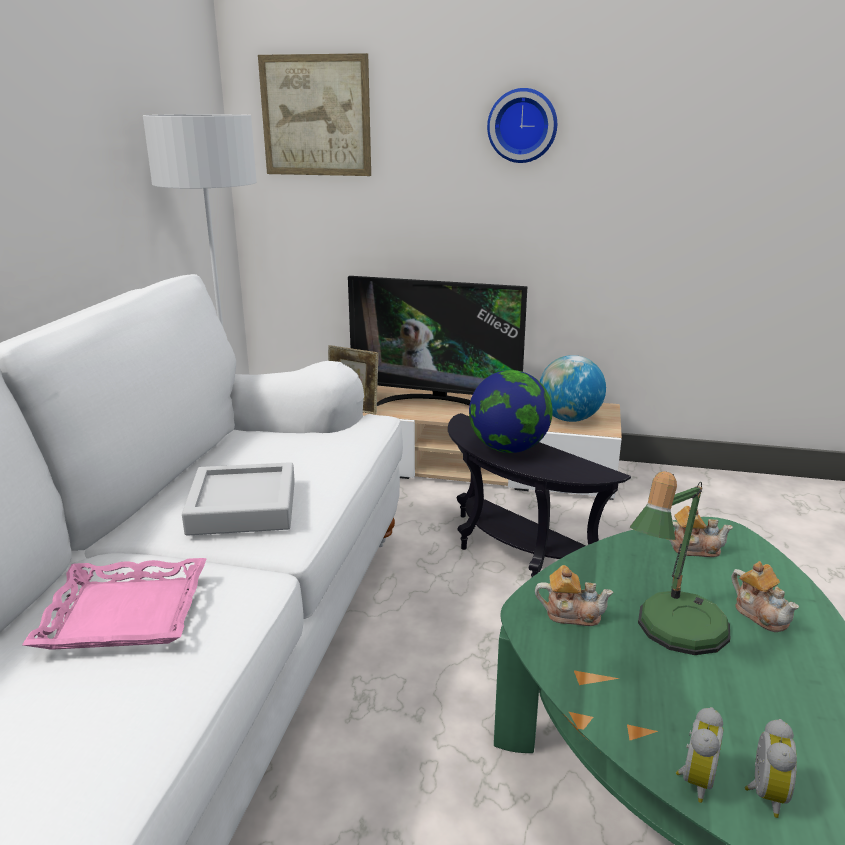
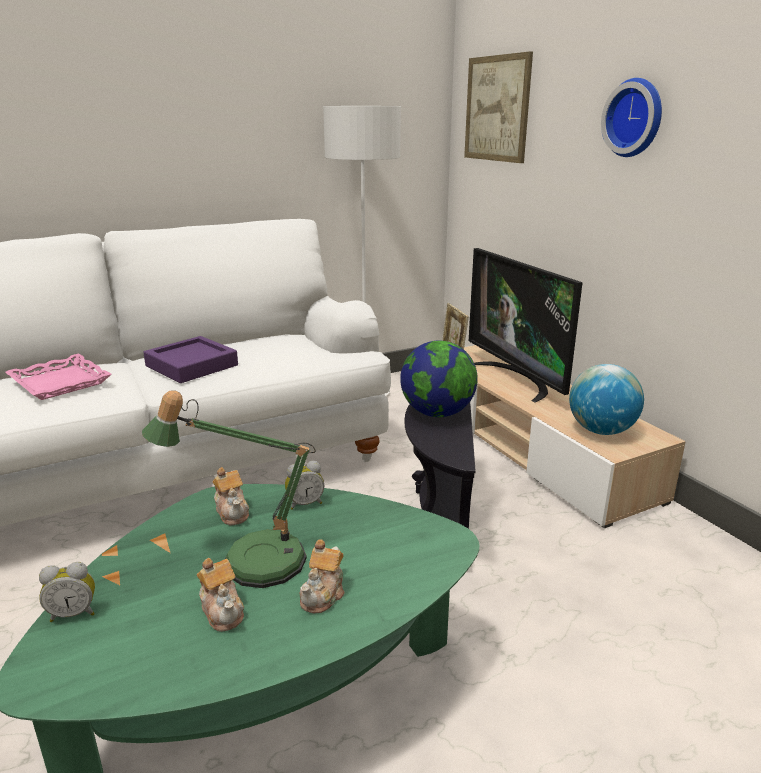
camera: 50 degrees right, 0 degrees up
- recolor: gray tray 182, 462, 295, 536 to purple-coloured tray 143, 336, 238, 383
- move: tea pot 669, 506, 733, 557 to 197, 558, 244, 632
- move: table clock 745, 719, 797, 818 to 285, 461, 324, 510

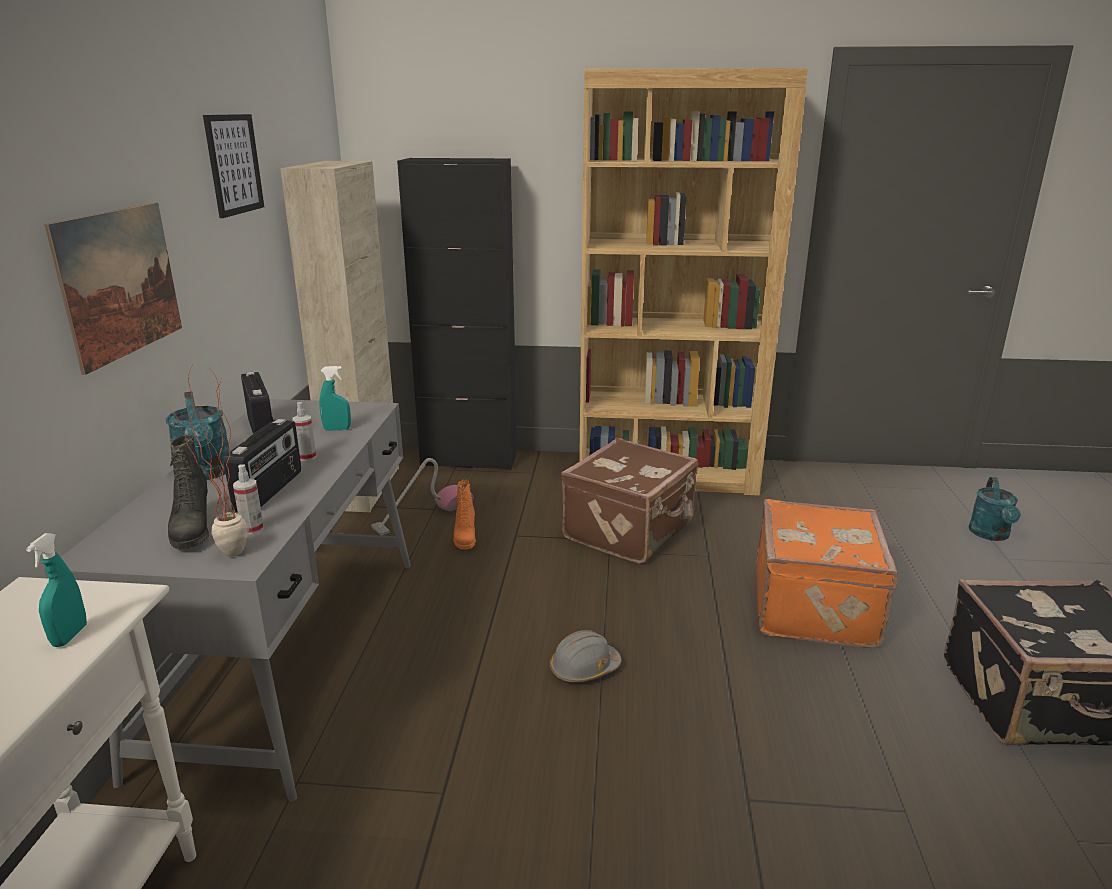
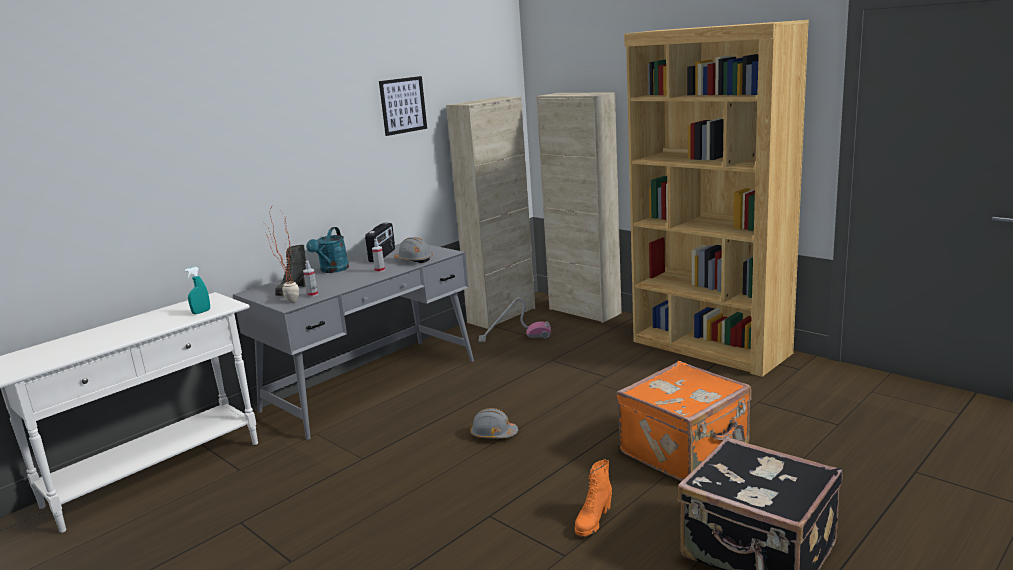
camera: 40 degrees right, 5 degrees down
- replace: blue-green spray bottle 319, 366, 351, 431 to gray safety helmet 394, 237, 433, 263
- recolor: black-coloured cupboard 397, 158, 517, 470 to sand-coloured cupboard 536, 92, 622, 323
- move: orangey boot 453, 480, 476, 550 to 575, 459, 612, 536
- delete: wall picture 44, 203, 182, 375
- delete: radio 223, 419, 301, 512
- delete: brownish piece of luggage 561, 438, 698, 564
- delete: blue-green watering pot 969, 477, 1021, 541

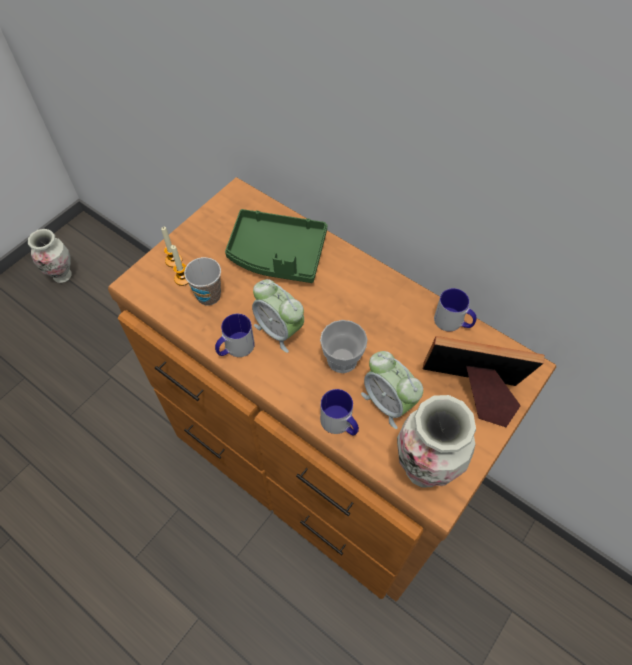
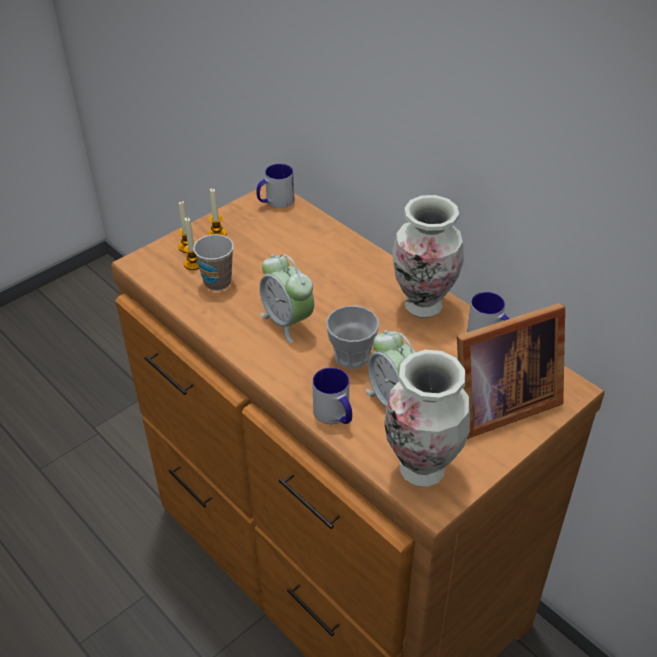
camera: 10 degrees right, 15 degrees down
- insert: wax candle 208, 188, 227, 236
- move: tea mug 215, 314, 255, 357 to 256, 164, 294, 208
- move: vase 28, 229, 72, 283 to 392, 195, 464, 318
- rotate: photo frame 423, 336, 545, 427 = 457, 303, 565, 439 135 degrees clockwise
- delete: greenish tray 225, 209, 327, 283

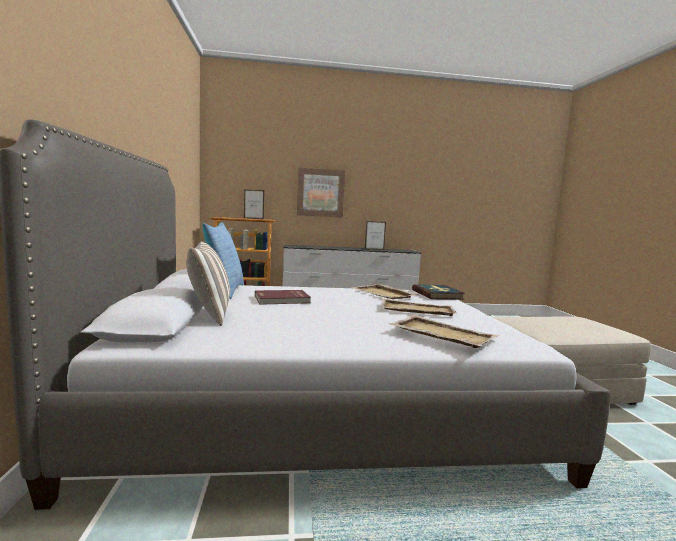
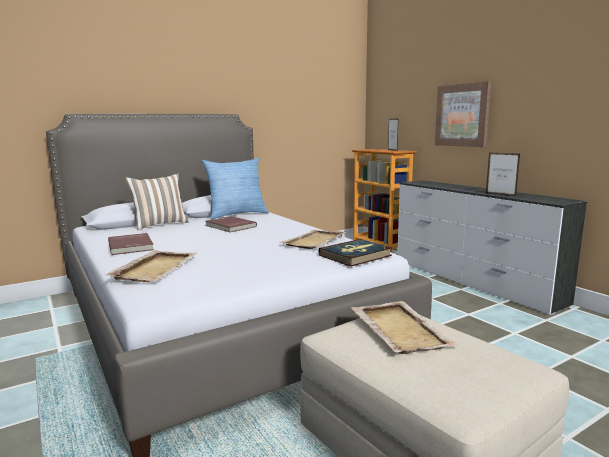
camera: 65 degrees right, 5 degrees up
- insert: reddish book 108, 233, 154, 255
- move: sand-coloured tray 380, 298, 457, 316 to 351, 301, 459, 354

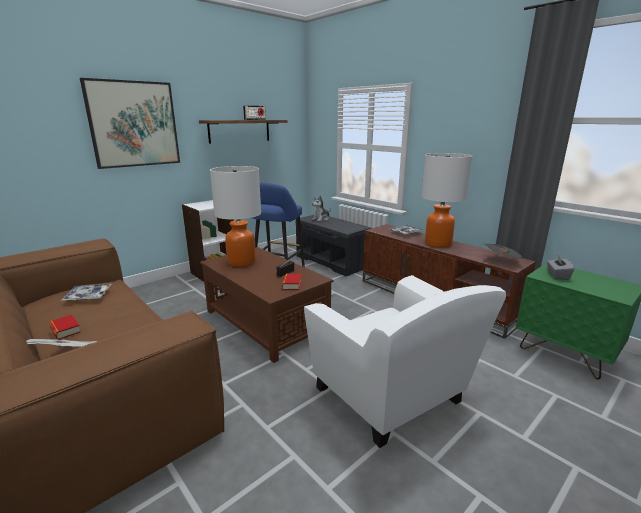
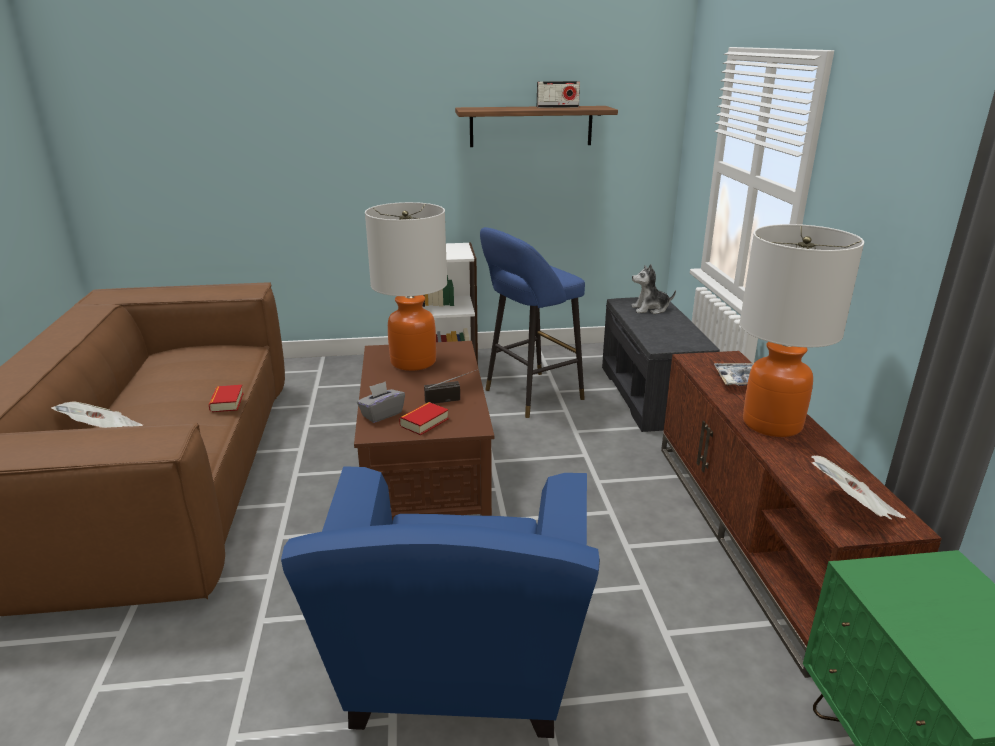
camera: 35 degrees right, 5 degrees up
- move: book 49, 315, 81, 339 to 209, 385, 244, 412
- recolor: white-coloured lounge chair 304, 275, 506, 448 to blue lounge chair 281, 466, 600, 738
- move: gray tissue holder 547, 256, 574, 280 to 357, 381, 405, 423
- delete: tray 61, 284, 111, 301
- delete: wall picture 80, 78, 180, 169

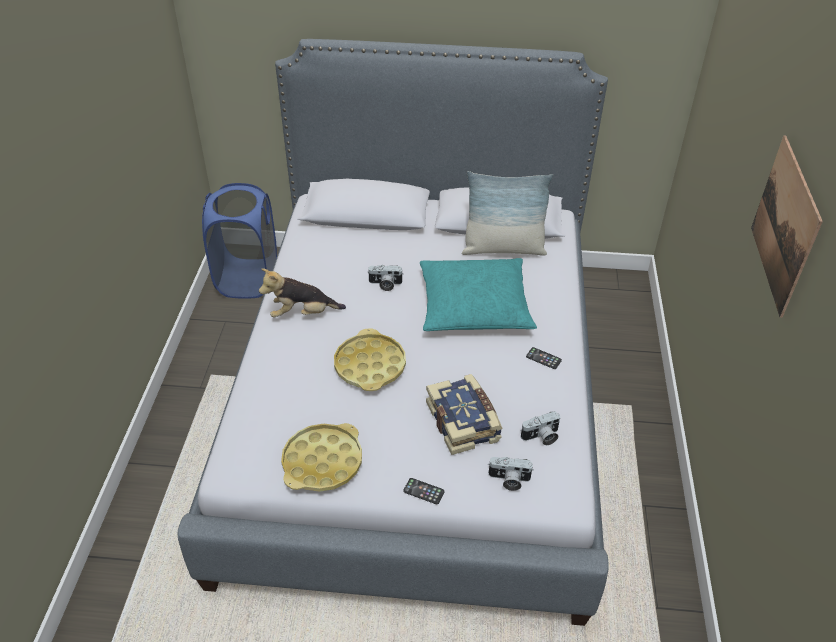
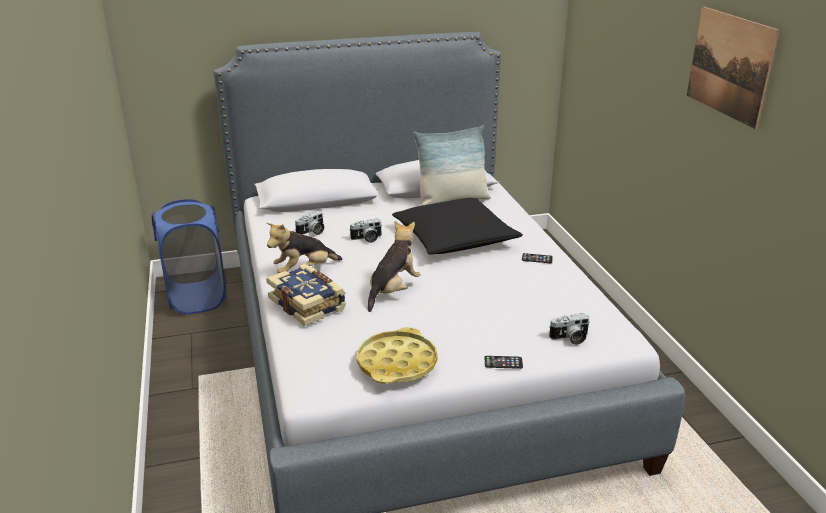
camera: 20 degrees left, 15 degrees down
- move: book 426, 374, 503, 455 to 266, 264, 346, 326
- move: still camera 521, 411, 560, 445 to 295, 211, 324, 235
- replace: yellow tray 334, 329, 406, 391 to plush toy 368, 221, 421, 312
- recolor: blue-green cushion 420, 258, 537, 331 to black-coloured cushion 392, 198, 523, 255

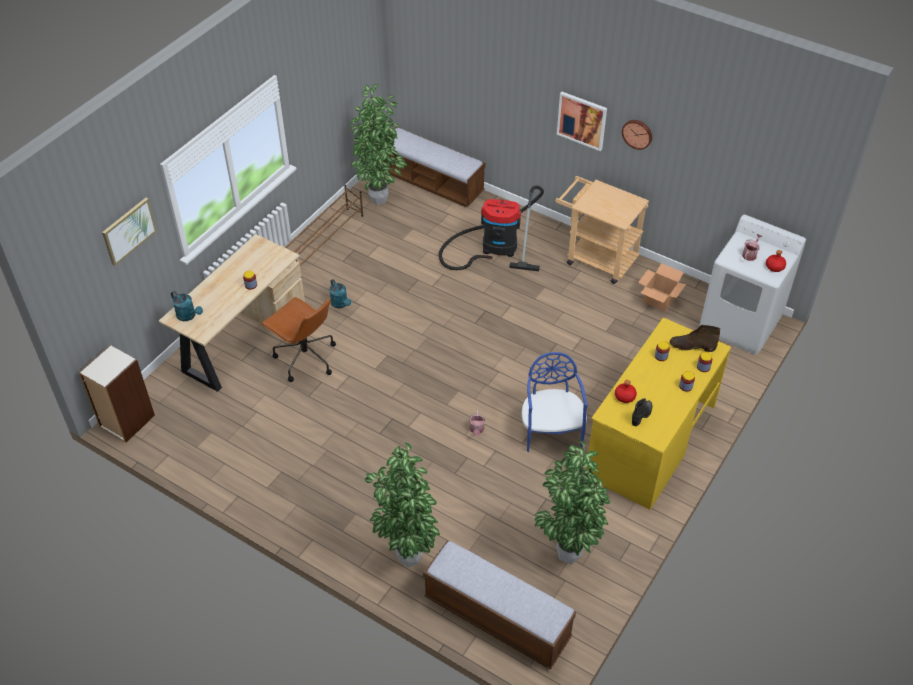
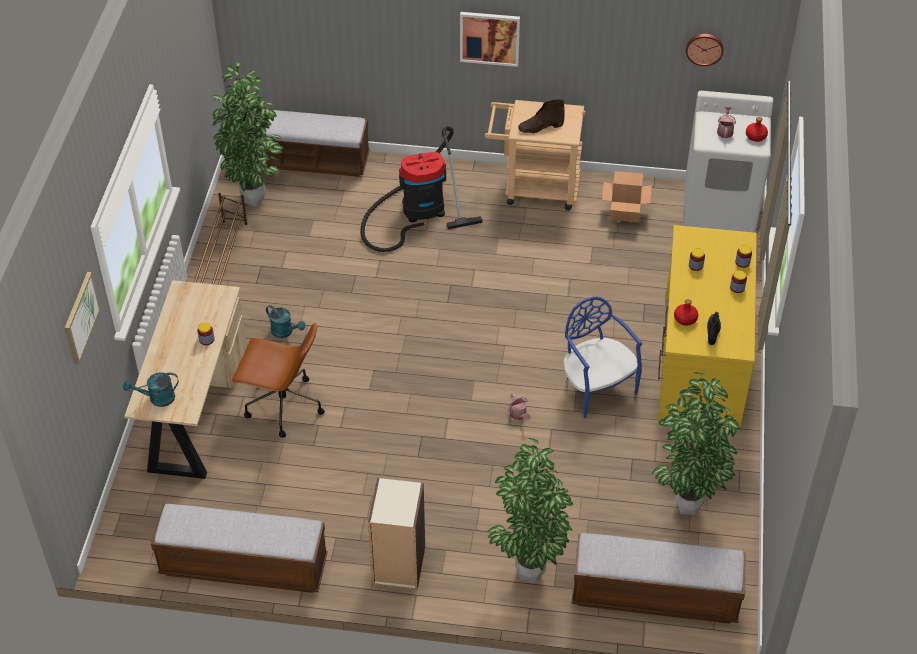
camera: 25 degrees left, 0 degrees up
- rotate: blue-green watering pot 171, 291, 203, 321 = 123, 372, 179, 407 150 degrees clockwise
- insert: bench 151, 504, 327, 593
- move: bookcase 79, 345, 155, 443 to 368, 478, 425, 590
- move: brownish boot 670, 325, 720, 352 to 518, 99, 565, 134
- move: hanging clock 622, 120, 652, 150 to 686, 34, 723, 66

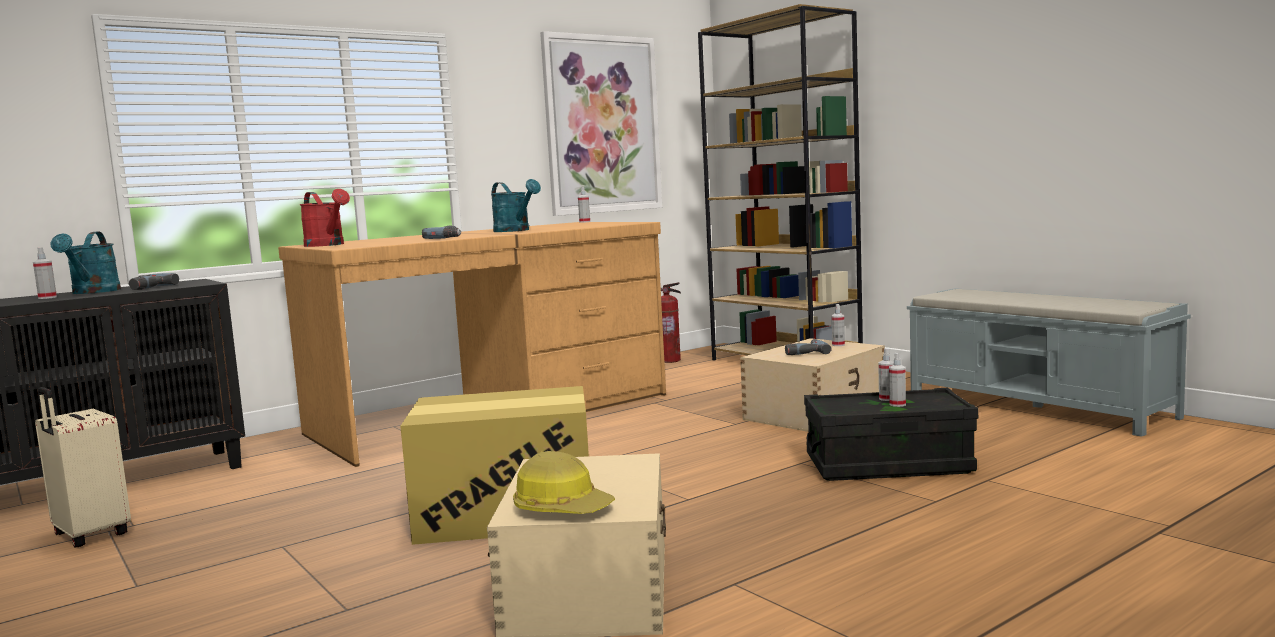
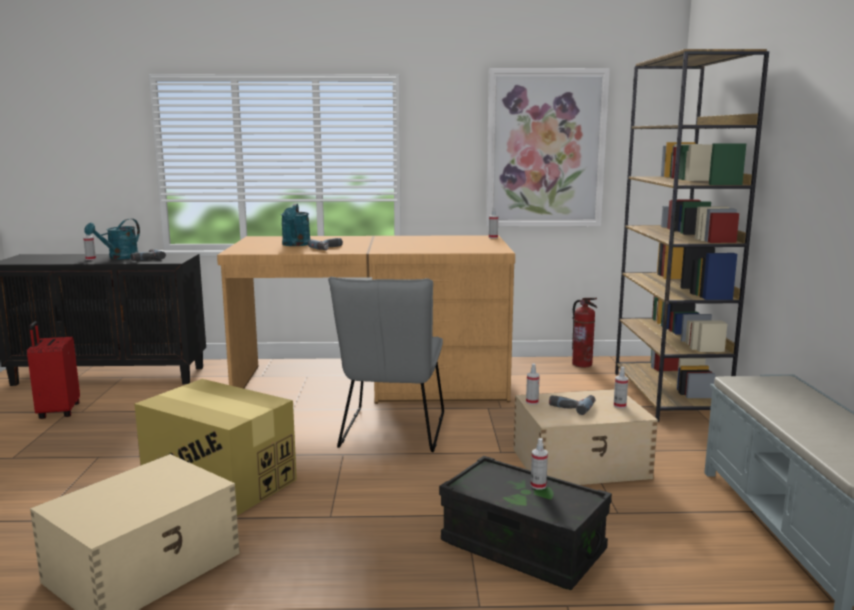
camera: 35 degrees right, 5 degrees up
- recolor: sand-coloured piece of luggage 35, 387, 131, 548 to reddish piece of luggage 27, 321, 80, 419
- move: blue-green watering pot 491, 179, 541, 232 to 281, 204, 311, 246
- insert: gray upright chair 328, 277, 444, 452
- move: spray bottle 889, 353, 906, 407 to 526, 363, 540, 405
- delete: reddish watering pot 300, 189, 350, 247
- delete: safety helmet 513, 451, 615, 514

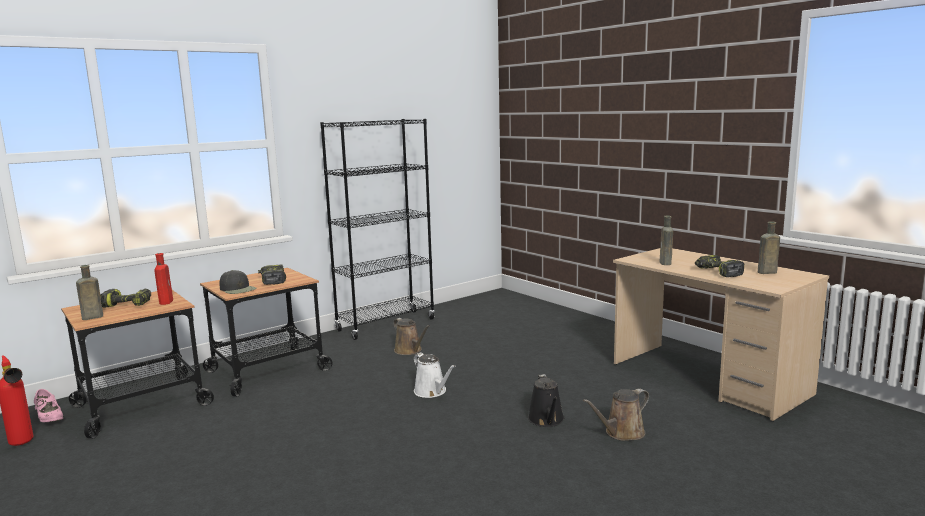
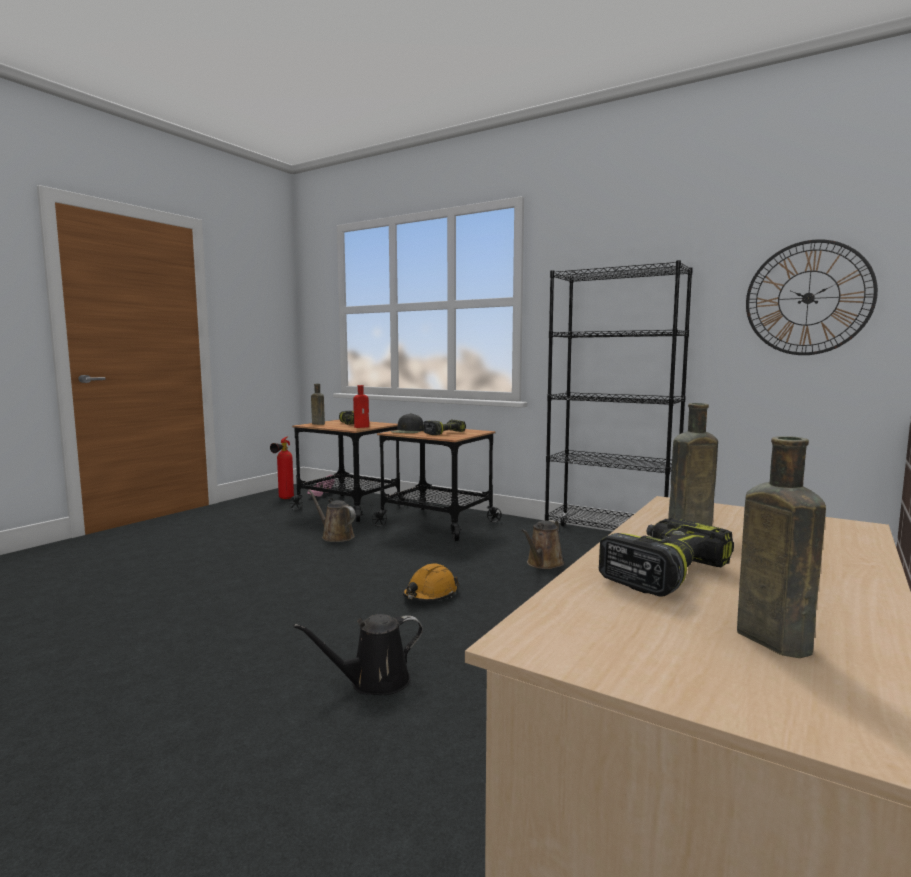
camera: 70 degrees right, 5 degrees down
- move: brownish watering pot 583, 389, 649, 441 to 309, 490, 356, 542
- replace: white-coloured watering pot 414, 352, 456, 398 to orangey safety helmet 403, 563, 459, 601
- insert: hanging clock 746, 239, 878, 355

